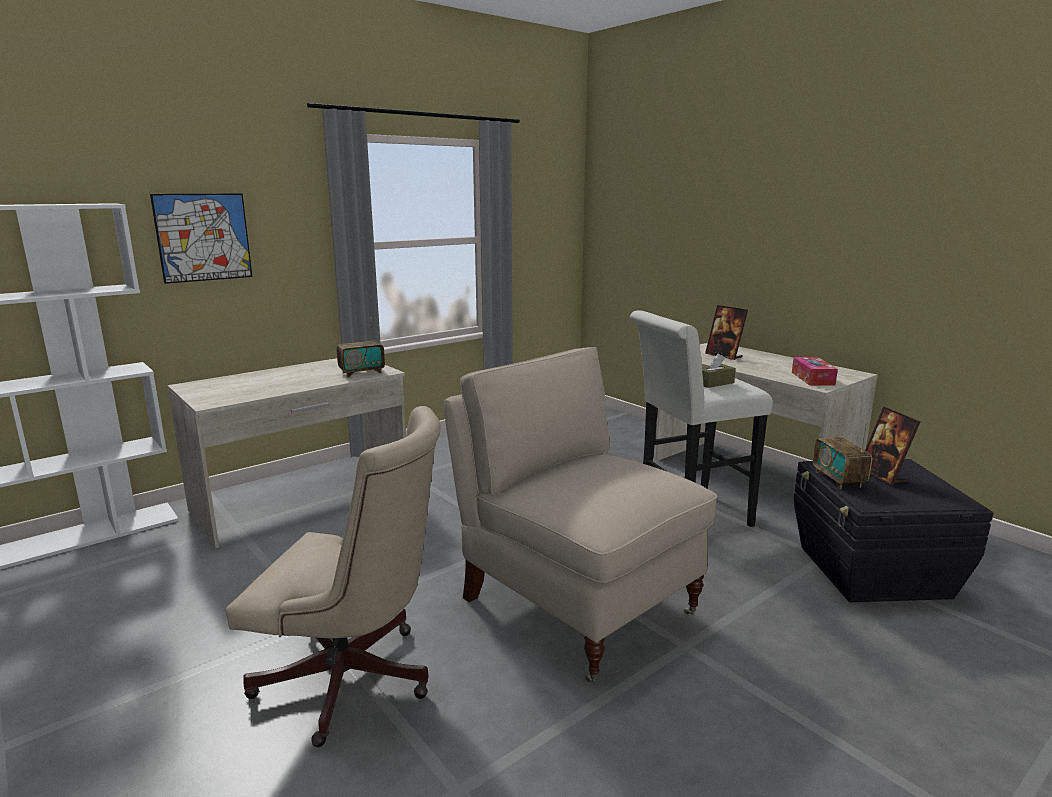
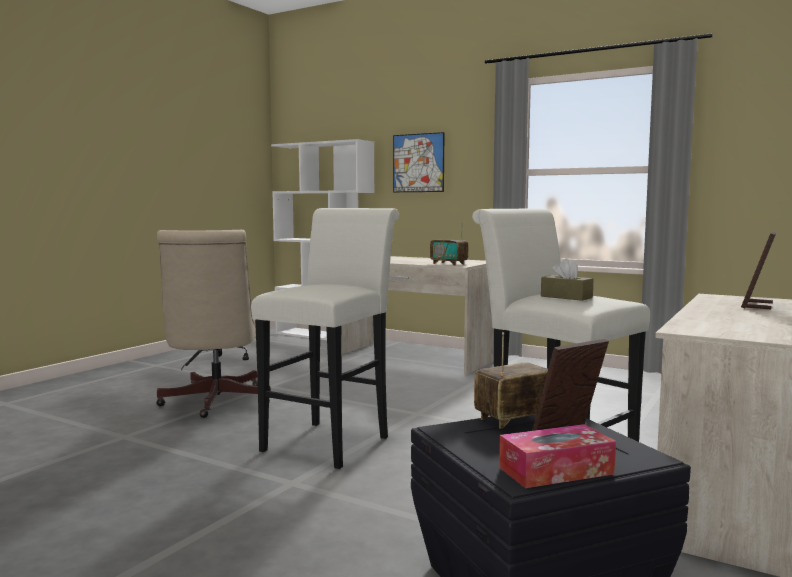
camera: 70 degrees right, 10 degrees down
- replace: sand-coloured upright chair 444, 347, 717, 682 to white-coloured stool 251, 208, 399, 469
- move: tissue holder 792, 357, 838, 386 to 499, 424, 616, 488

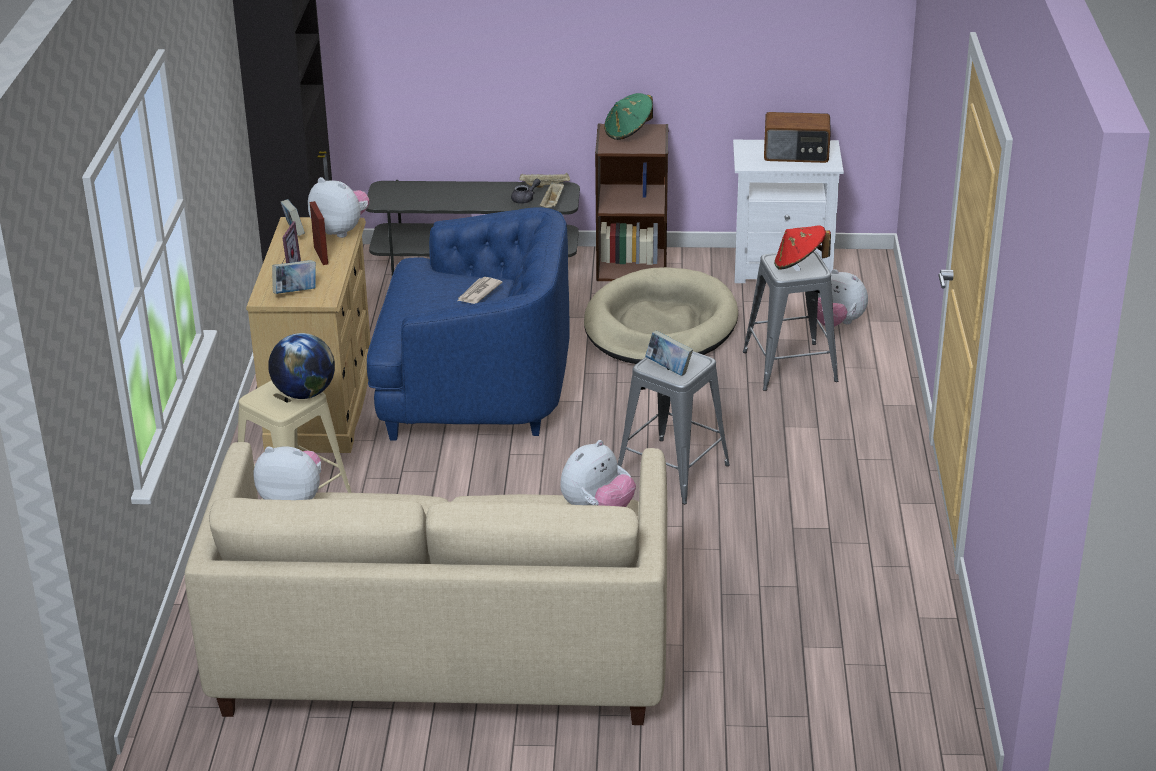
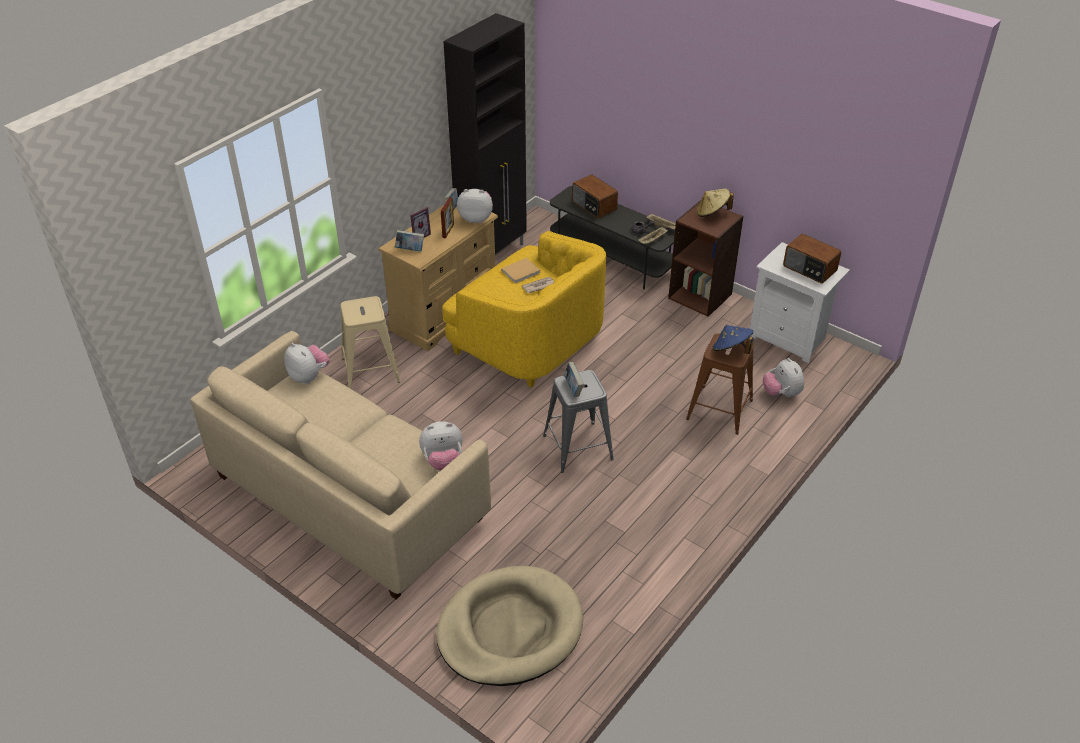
camera: 35 degrees right, 10 degrees up
- move: sand-coloured dog bed 584, 267, 738, 364 to 436, 566, 583, 686
- recolor: blue lounge chair 367, 207, 570, 441 to yellow lounge chair 442, 231, 606, 388
- rotate: plush toy 308, 177, 369, 238 = 457, 189, 493, 223 60 degrees counterclockwise
- insert: sand-coloured book 501, 258, 540, 284
- insert: radio 572, 174, 618, 219
- recolor: gray stool 743, 251, 838, 391 to brownish stool 686, 333, 754, 435
- recolor: greenish clothing hat 604, 93, 653, 140 to sand-coloured clothing hat 697, 189, 734, 217
- recolor: reddish clothing hat 774, 226, 831, 270 to blue clothing hat 712, 325, 754, 354
- delete: globe 269, 333, 335, 399

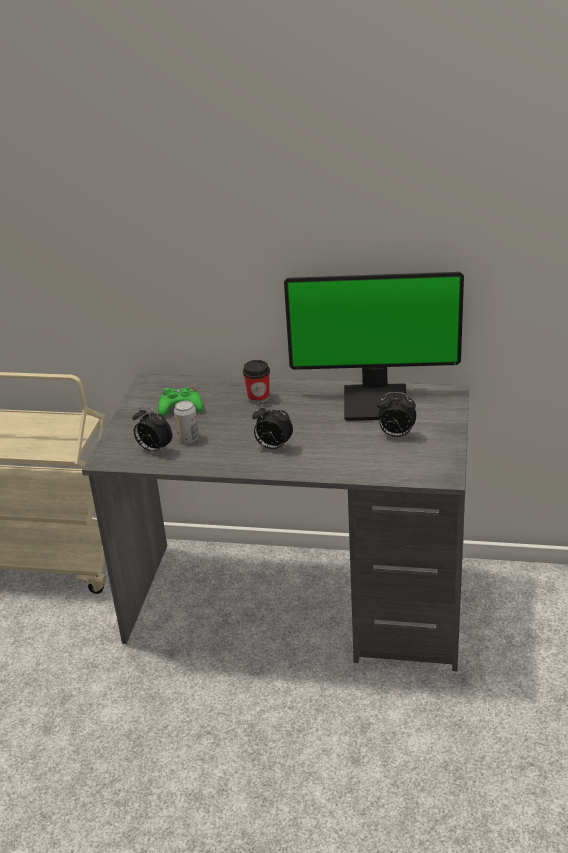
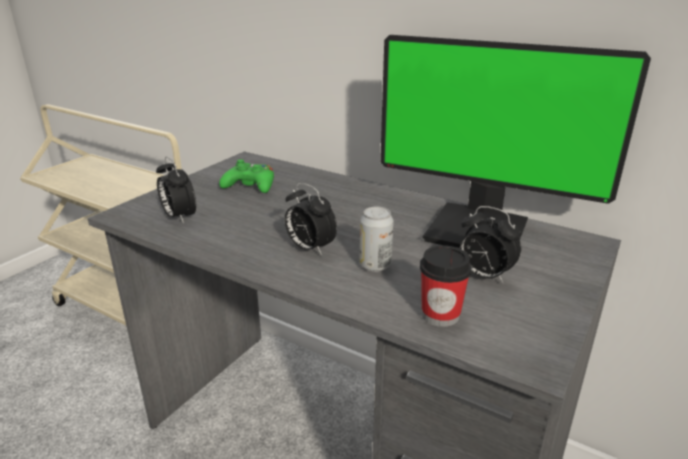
camera: 20 degrees right, 5 degrees down
- move: metal can 174, 400, 199, 443 to 360, 207, 394, 272
- move: small cup 243, 360, 270, 404 to 420, 245, 472, 327

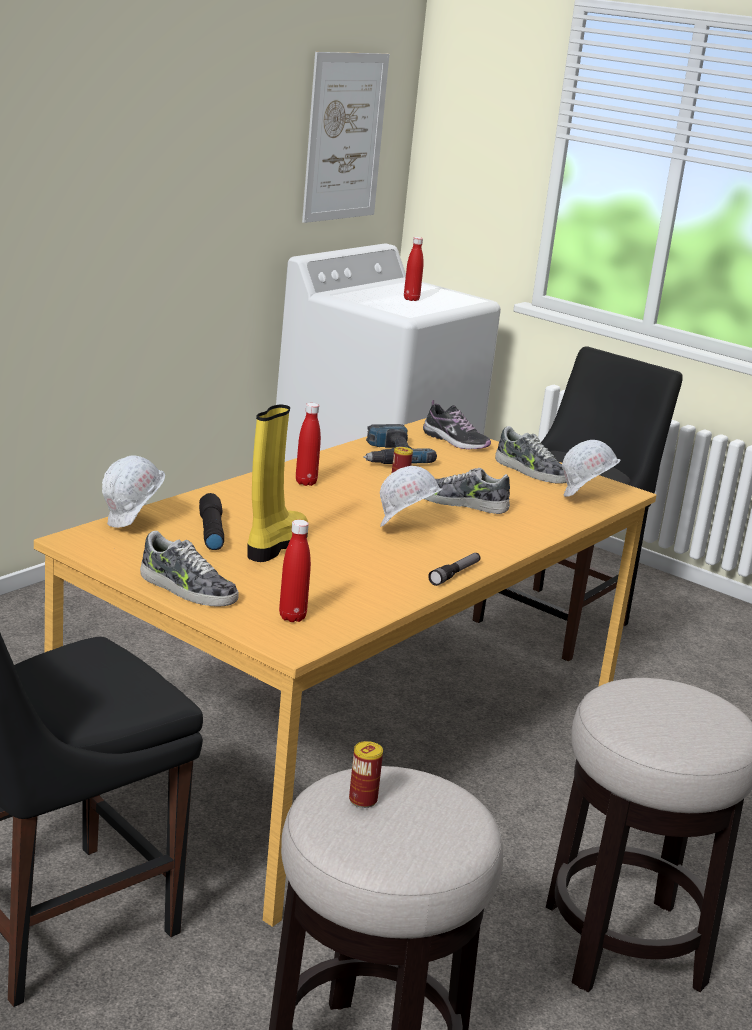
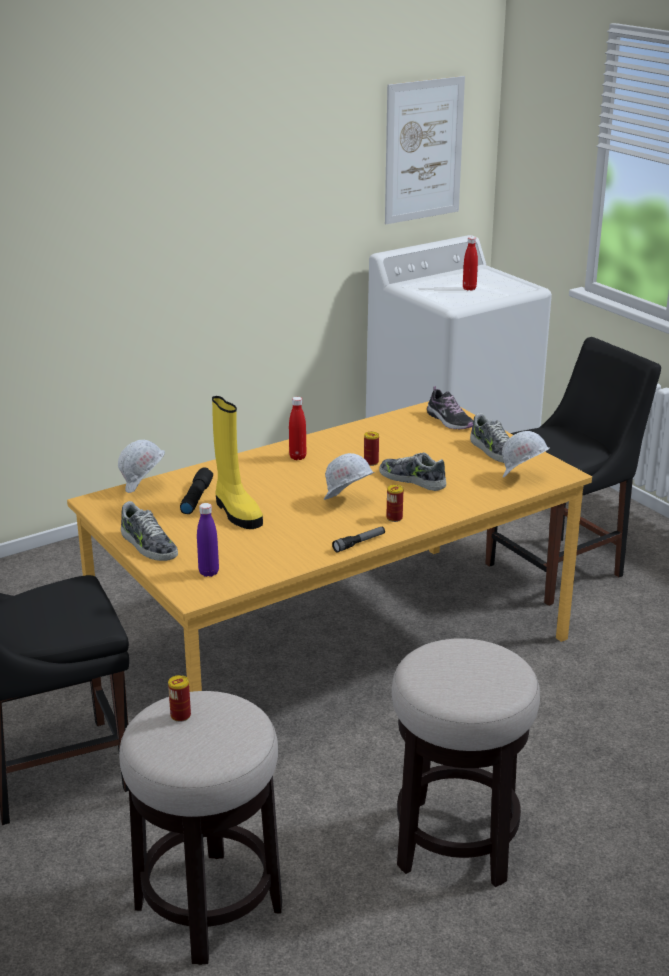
camera: 20 degrees right, 5 degrees up
- recolor: reddish bottle 279, 520, 311, 622 to purple-coloured bottle 197, 503, 219, 577
- rotate: yellow boot 247, 404, 308, 562 = 212, 396, 263, 529 105 degrees clockwise
- insert: metal can 386, 485, 403, 522
- delete: power drill 363, 424, 437, 464

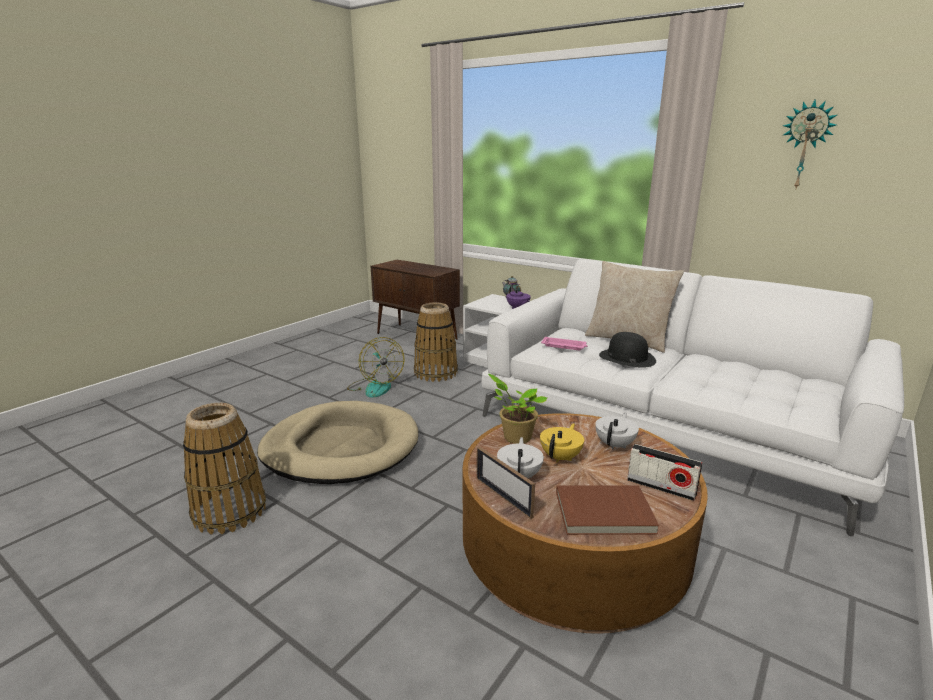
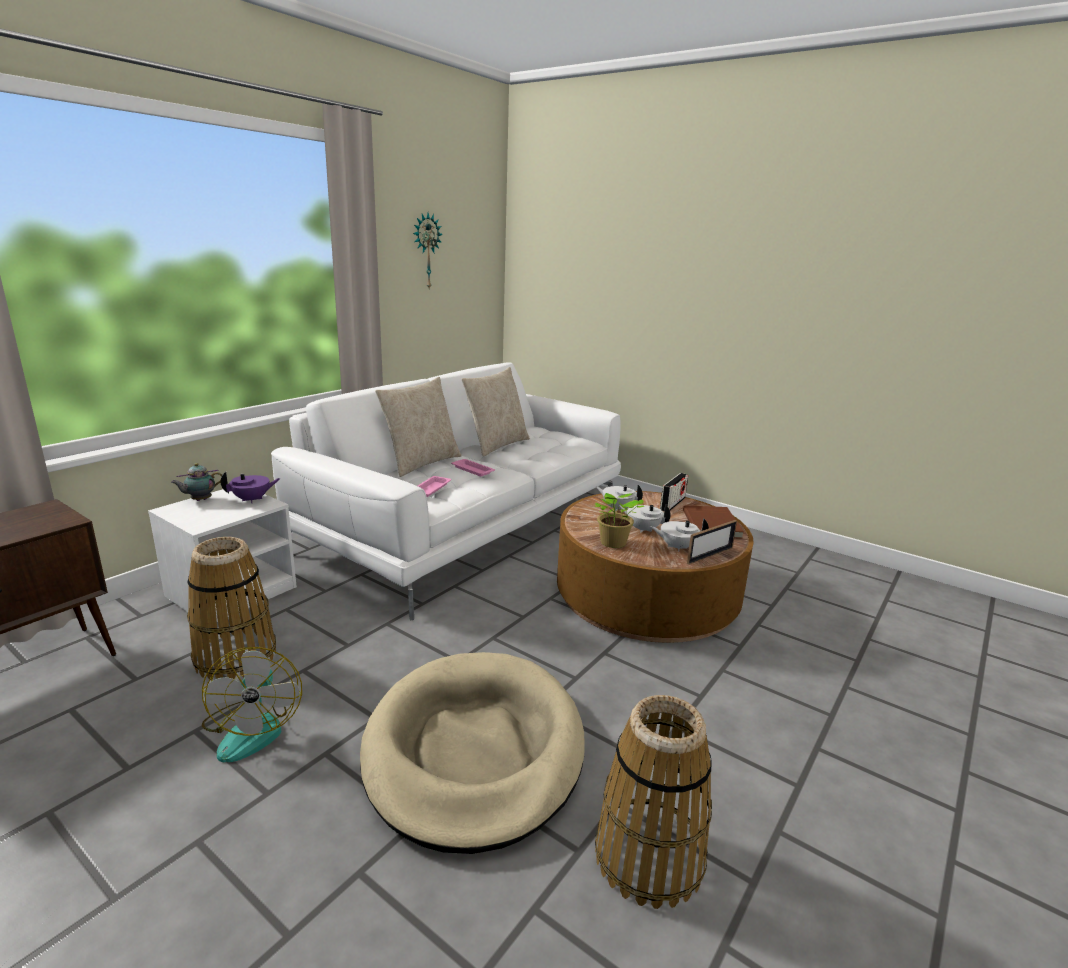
camera: 90 degrees left, 0 degrees up
- rotate: cooling fan 347, 337, 405, 398 = 202, 647, 302, 763 105 degrees clockwise
- replace: black-coloured clothing hat 599, 332, 656, 368 to pinkish tray 451, 459, 495, 476
- insert: sand-coloured cushion 461, 367, 530, 457
- recolor: yellow tea pot 540, 423, 584, 462 to white-coloured tea pot 619, 504, 671, 533

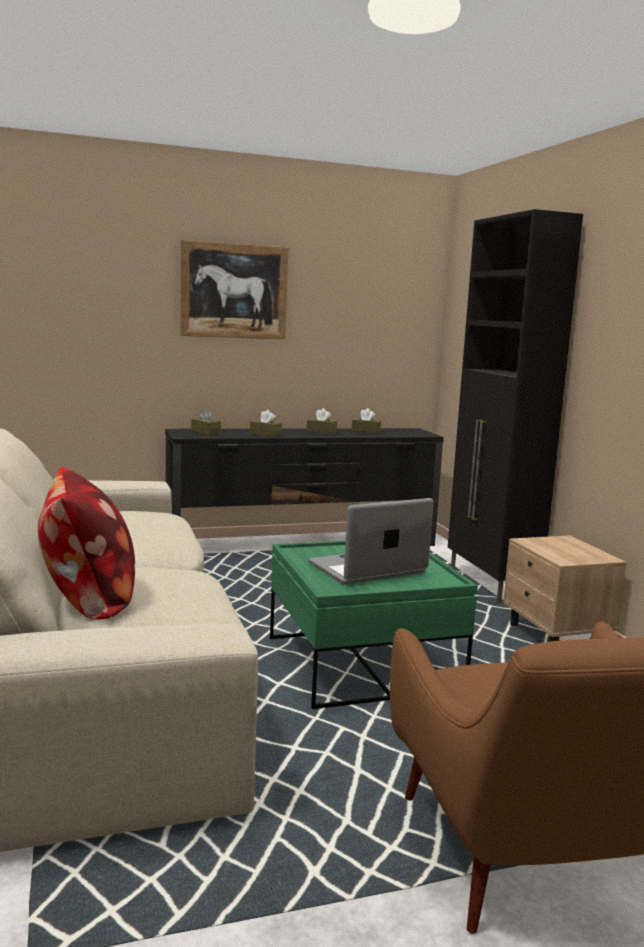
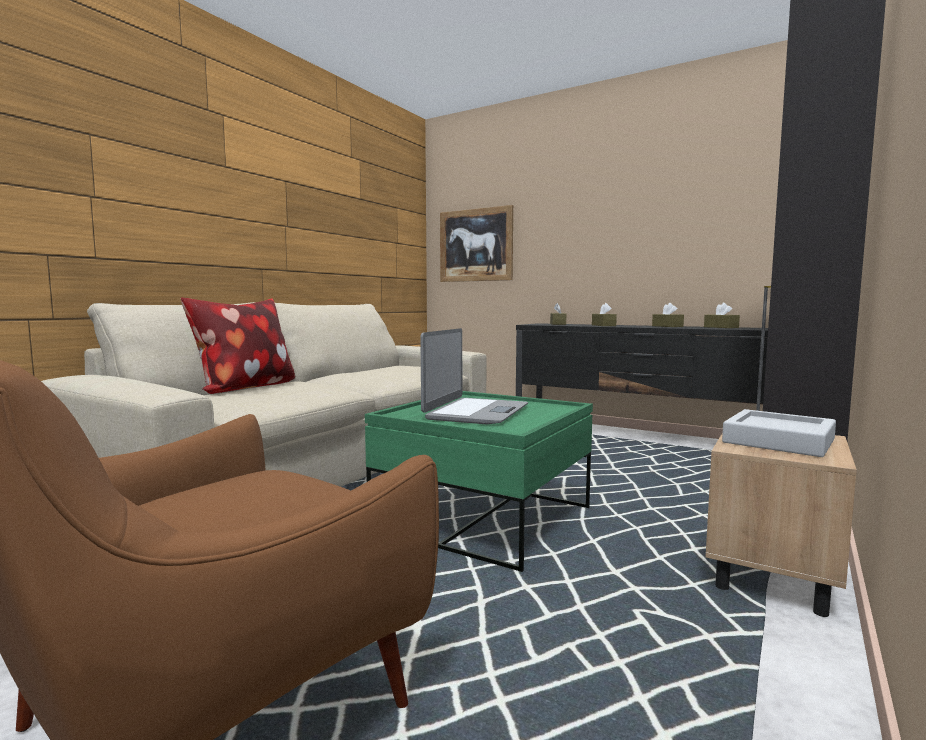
camera: 50 degrees right, 5 degrees down
- rotate: portable computer 309, 498, 433, 585 = 420, 328, 528, 424 90 degrees clockwise
- move: wall picture 180, 240, 289, 339 to 440, 205, 513, 282
- insert: gray tray 722, 409, 836, 457

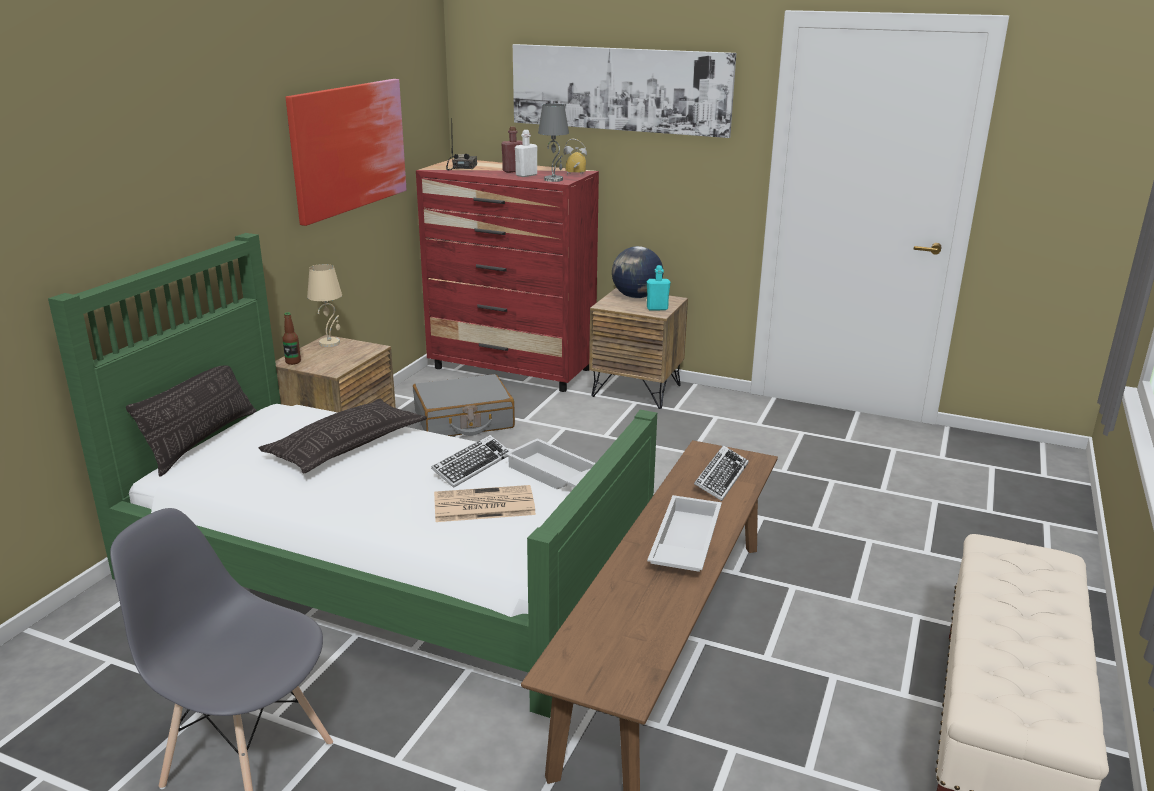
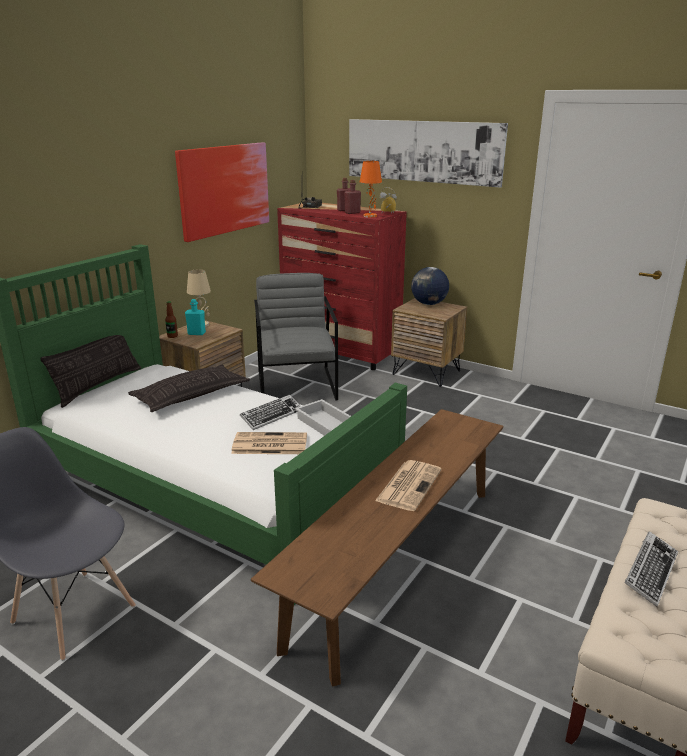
camera: 10 degrees right, 0 degrees up
- move: blue-green bottle 647, 265, 671, 310 to 185, 299, 206, 335
- replace: gray piece of luggage 413, 374, 515, 436 to gray lounge chair 254, 273, 338, 400
- recolor: white-coloured bottle 515, 130, 538, 177 to reddish bottle 344, 180, 361, 214
- recolor: gray lamp for a table 538, 104, 569, 182 to orangey lamp for a table 360, 161, 382, 218
- replace: white-coloured tray 647, 495, 722, 572 to printed paper 375, 460, 442, 511
- move: keyboard 694, 445, 749, 501 to 625, 531, 678, 607

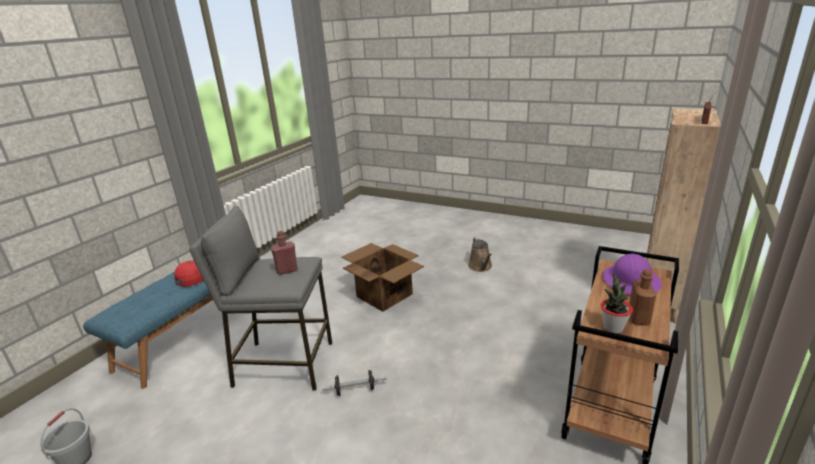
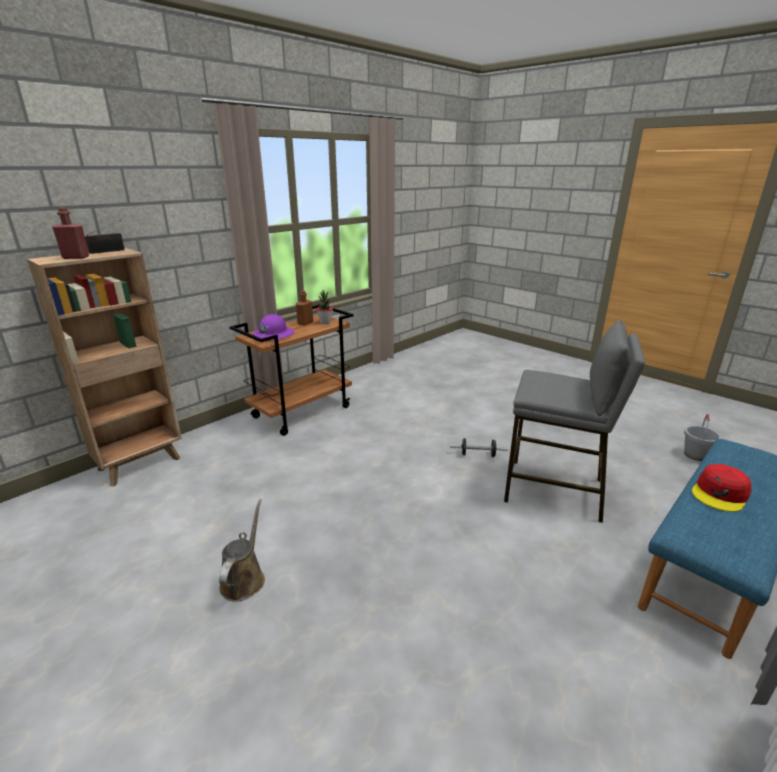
camera: 165 degrees left, 0 degrees up
- move: reddish bottle 271, 231, 298, 275 to 52, 207, 89, 259
- delete: cardboard box 341, 243, 424, 312

